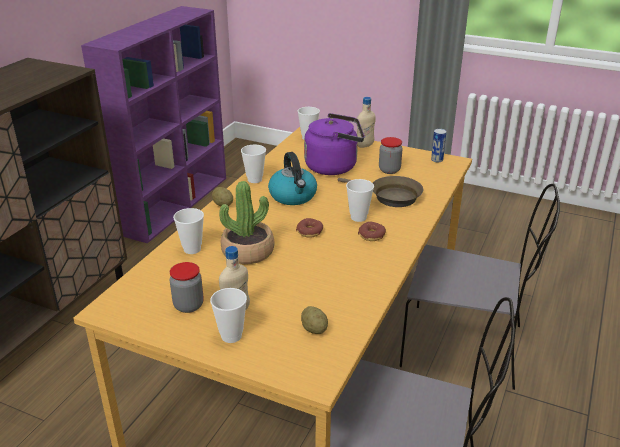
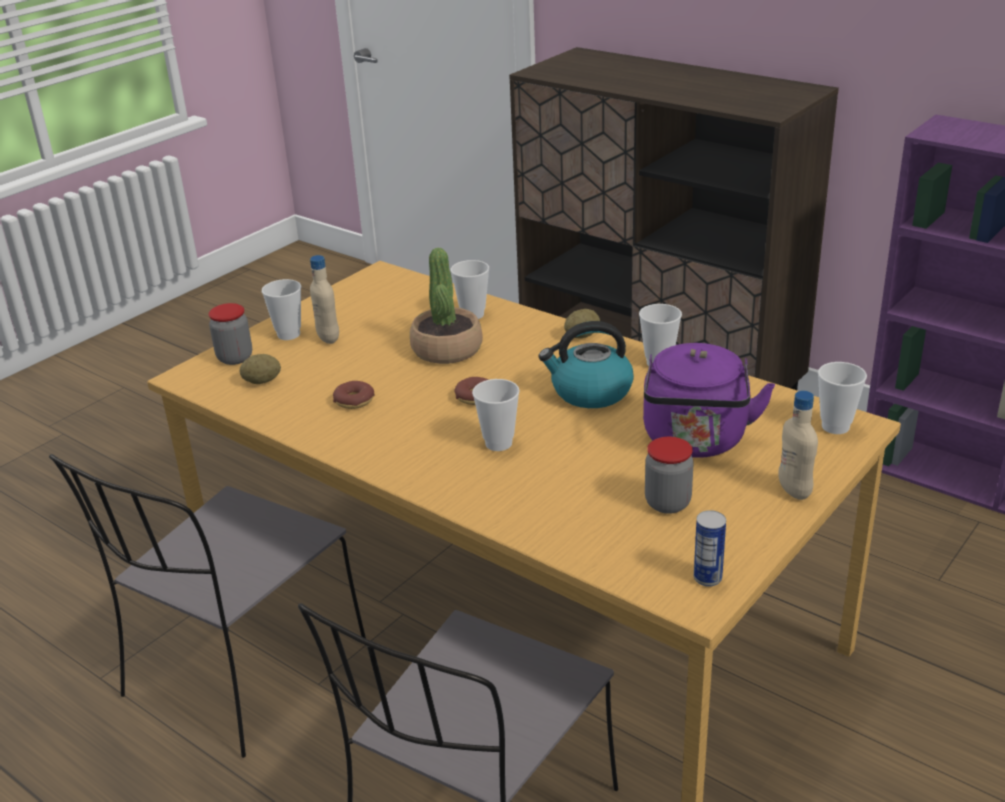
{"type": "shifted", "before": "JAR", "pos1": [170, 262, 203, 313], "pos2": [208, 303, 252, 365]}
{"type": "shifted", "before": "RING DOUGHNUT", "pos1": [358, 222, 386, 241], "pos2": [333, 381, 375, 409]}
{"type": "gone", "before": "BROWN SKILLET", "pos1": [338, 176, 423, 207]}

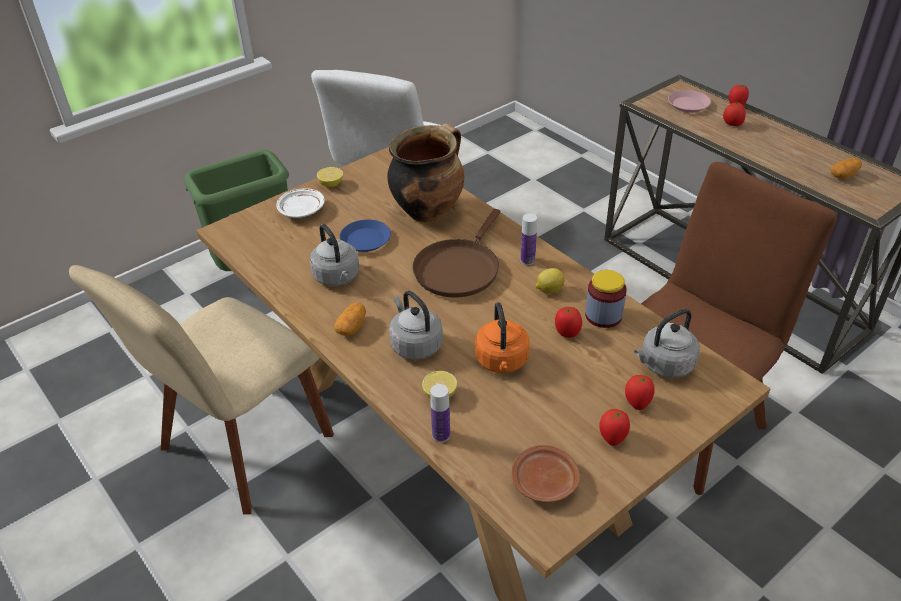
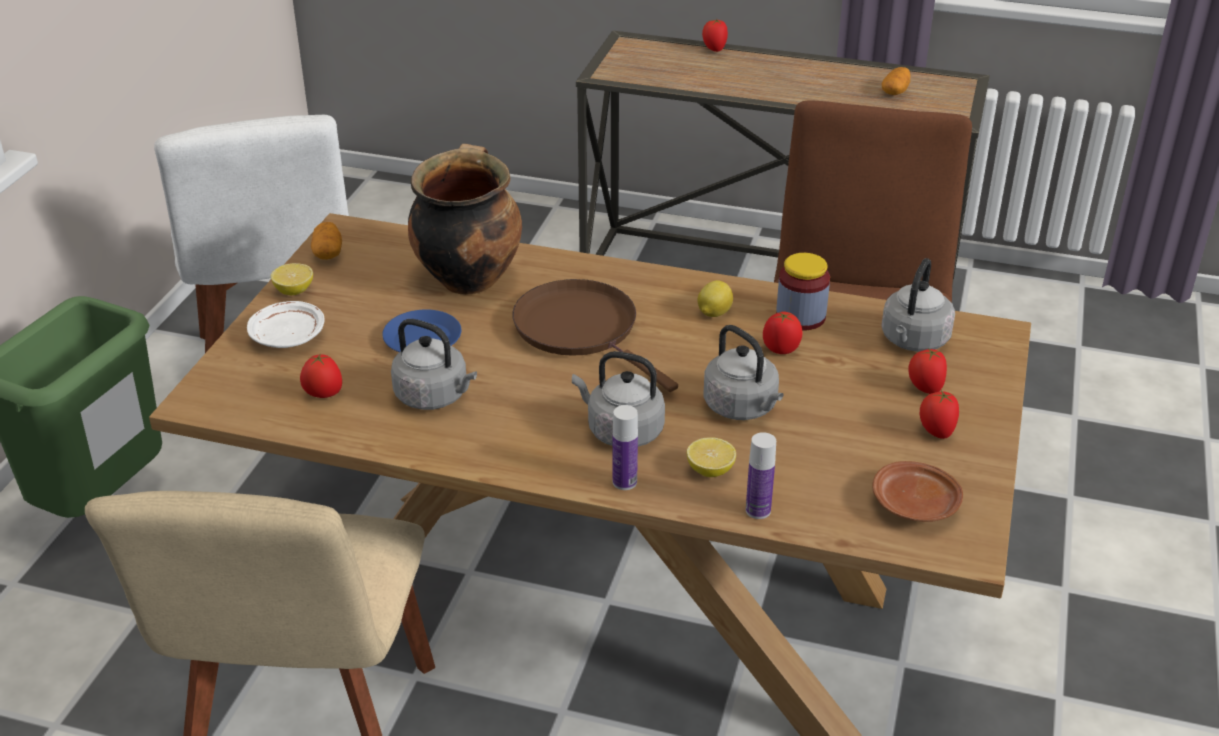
{"type": "shifted", "before": "FRESH TOMATO", "pos1": [723, 102, 746, 126], "pos2": [300, 353, 342, 398]}
{"type": "shifted", "before": "WHOLE POTATO", "pos1": [334, 302, 366, 336], "pos2": [311, 222, 342, 260]}
{"type": "rotated", "before": "BROWN SKILLET", "pos1": [413, 209, 501, 297], "pos2": [512, 279, 678, 392], "turn": 150}
{"type": "shifted", "before": "BEVERAGE BOTTLE", "pos1": [520, 213, 537, 265], "pos2": [613, 405, 638, 490]}
{"type": "repainted", "before": "ORANGE-COLOURED WATER KETTLE", "after": "GREY WATER KETTLE", "pos1": [475, 302, 530, 373], "pos2": [703, 325, 783, 420]}
{"type": "gone", "before": "PINK DINNER PLATE", "pos1": [668, 90, 711, 112]}

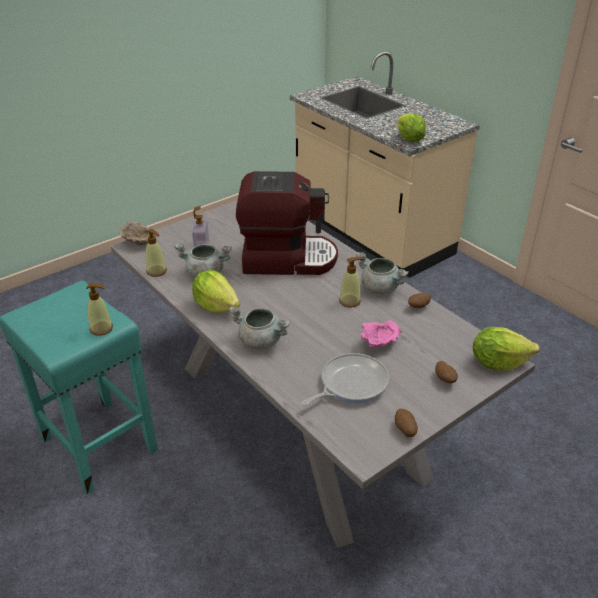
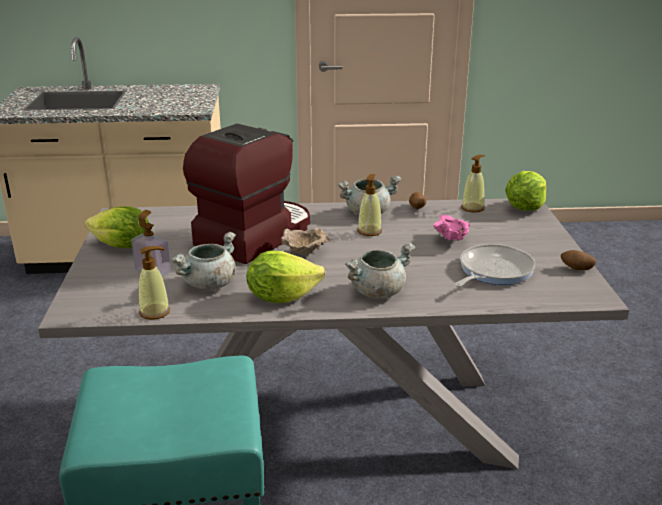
{"type": "shifted", "before": "LETTUCE HEAD", "pos1": [398, 113, 426, 142], "pos2": [85, 206, 149, 248]}
{"type": "shifted", "before": "BEIGE-COLOURED SERVING BOWL", "pos1": [120, 221, 155, 245], "pos2": [281, 228, 330, 255]}
{"type": "rotated", "before": "SKILLET", "pos1": [301, 353, 389, 406], "pos2": [454, 244, 536, 287], "turn": 45}
{"type": "shifted", "before": "SOAP BOTTLE", "pos1": [86, 283, 113, 336], "pos2": [461, 154, 485, 213]}
{"type": "gone", "before": "WHOLE POTATO", "pos1": [435, 361, 458, 383]}

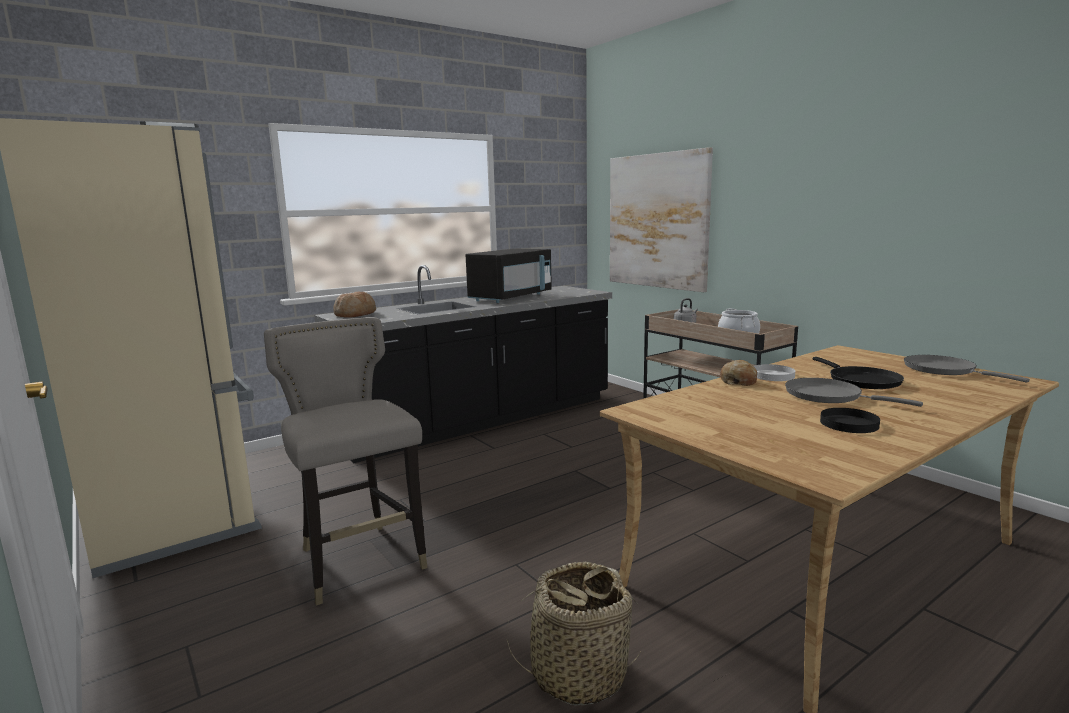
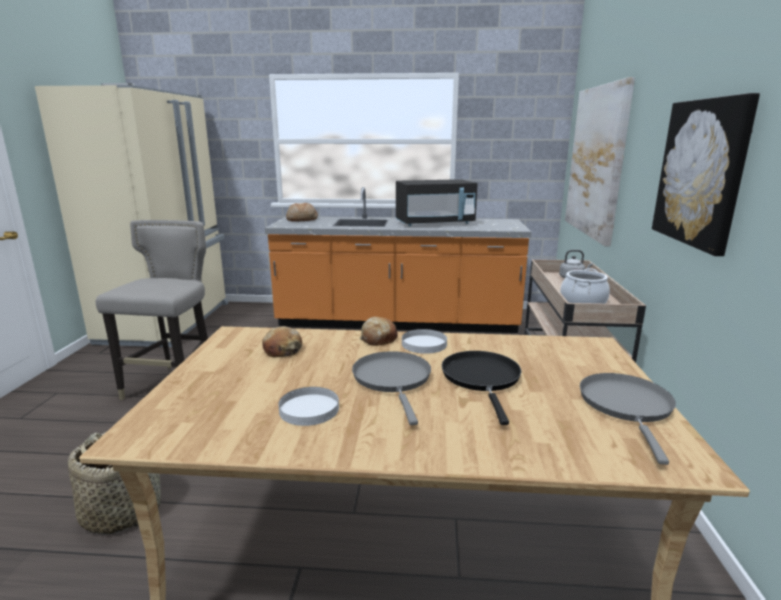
{"type": "new", "after": "BAKERY BREAD", "pos2": [262, 326, 302, 357]}
{"type": "repainted", "before": "BLACKISH KITCHEN COUNTER", "after": "ORANGE-COLOURED KITCHEN COUNTER", "pos1": [314, 265, 612, 463], "pos2": [265, 187, 532, 333]}
{"type": "repainted", "before": "BLACKISH DINNER PLATE", "after": "WHITE DINNER PLATE", "pos1": [820, 408, 880, 433], "pos2": [278, 387, 339, 426]}
{"type": "rotated", "before": "BLACKISH SKILLET", "pos1": [813, 357, 904, 389], "pos2": [442, 351, 521, 425], "turn": 150}
{"type": "new", "after": "WALL ART", "pos2": [652, 93, 760, 256]}

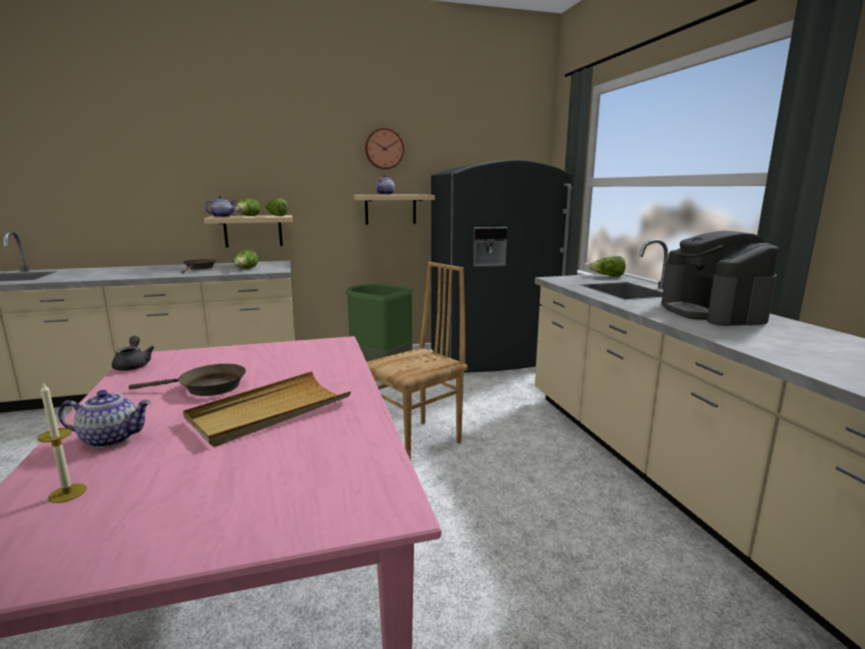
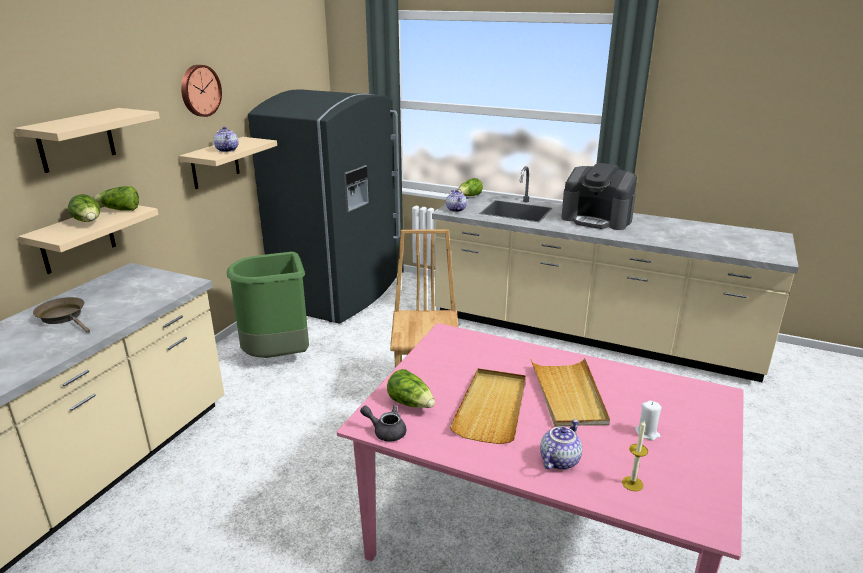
{"type": "new", "after": "BEIGE-COLOURED WALL SHELF", "pos2": [15, 108, 160, 173]}
{"type": "shifted", "before": "LETTUCE HEAD", "pos1": [233, 250, 258, 269], "pos2": [387, 369, 435, 408]}
{"type": "shifted", "before": "TEAPOT", "pos1": [205, 196, 236, 217], "pos2": [446, 190, 467, 212]}
{"type": "swapped", "before": "BROWN SKILLET", "after": "BEIGE-COLOURED CARRYING TRAY", "pos1": [129, 364, 246, 396], "pos2": [450, 368, 526, 444]}
{"type": "new", "after": "WHITE WAX CANDLE", "pos2": [635, 401, 662, 441]}

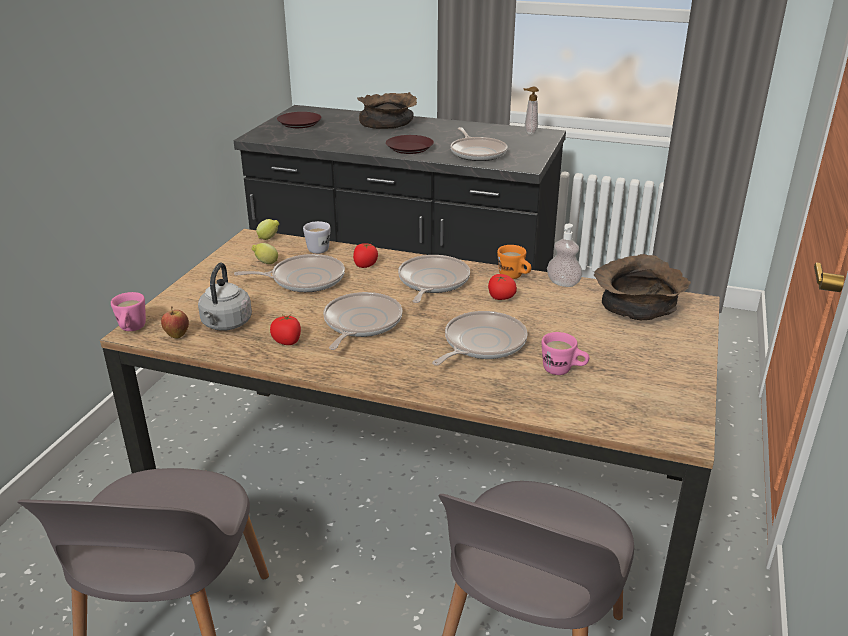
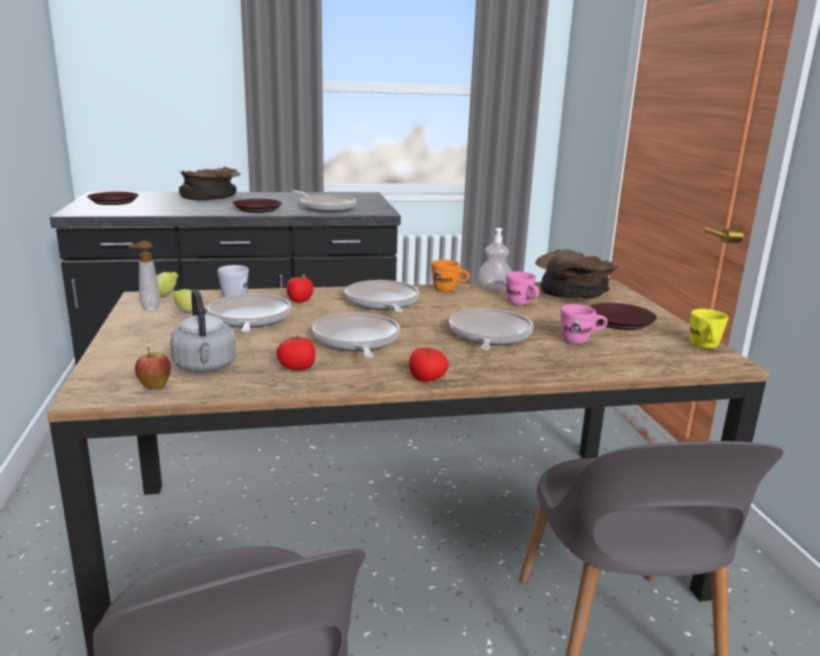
{"type": "shifted", "before": "SOAP BOTTLE", "pos1": [524, 86, 539, 135], "pos2": [128, 241, 161, 312]}
{"type": "rotated", "before": "SKILLET", "pos1": [234, 254, 345, 292], "pos2": [208, 293, 291, 333], "turn": -60}
{"type": "shifted", "before": "FRESH TOMATO", "pos1": [488, 274, 517, 300], "pos2": [409, 347, 449, 382]}
{"type": "shifted", "before": "PINK TEA MUG", "pos1": [111, 292, 146, 331], "pos2": [506, 272, 540, 305]}
{"type": "new", "after": "BROWN DINNER PLATE", "pos2": [589, 303, 657, 330]}
{"type": "new", "after": "YELLOWISH TEA MUG", "pos2": [690, 309, 728, 349]}

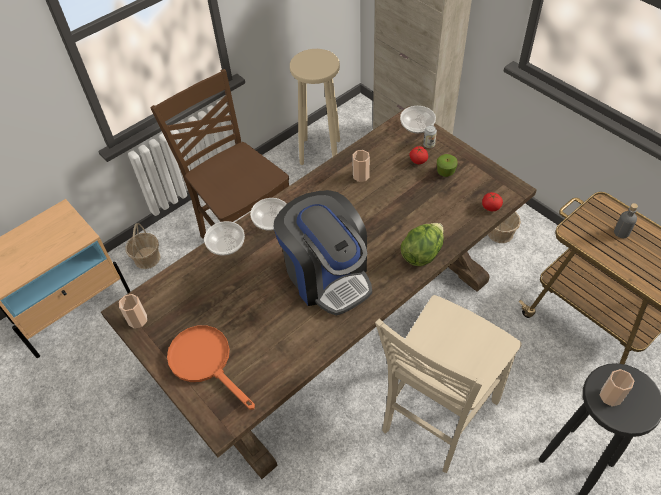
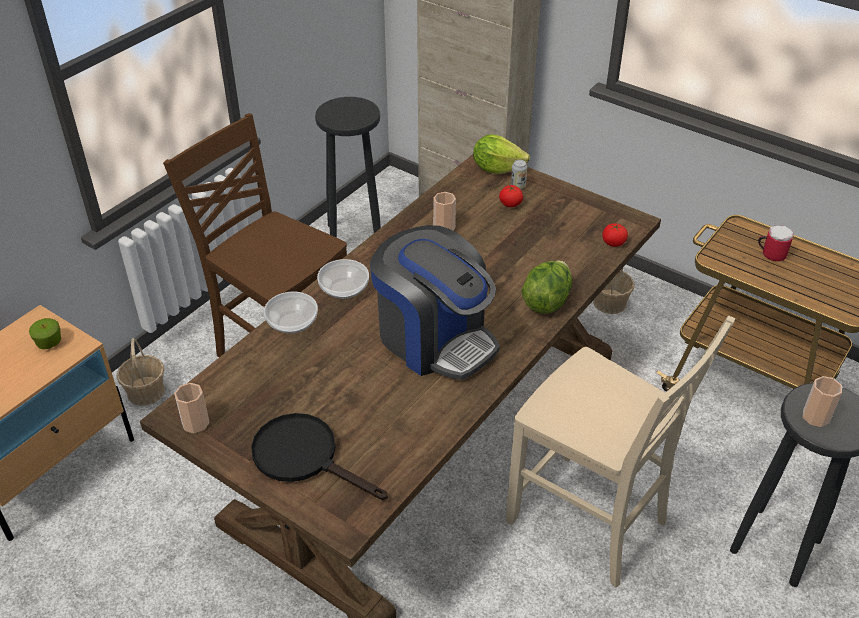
{"type": "shifted", "before": "WHOLE APPLE", "pos1": [437, 154, 458, 177], "pos2": [29, 318, 61, 350]}
{"type": "repainted", "before": "ORANGE-COLOURED SKILLET", "after": "BLACKISH SKILLET", "pos1": [167, 325, 255, 410], "pos2": [251, 413, 388, 500]}
{"type": "repainted", "before": "BEIGE-COLOURED STOOL", "after": "BLACKISH STOOL", "pos1": [290, 49, 340, 165], "pos2": [315, 97, 381, 238]}
{"type": "swapped", "before": "SERVING BOWL", "after": "LETTUCE HEAD", "pos1": [400, 106, 436, 133], "pos2": [473, 134, 530, 174]}
{"type": "rotated", "before": "BEIGE-COLOURED PLAIN CHAIR", "pos1": [375, 295, 522, 473], "pos2": [506, 316, 735, 587], "turn": -75}
{"type": "swapped", "before": "GREY BEVERAGE BOTTLE", "after": "TEA MUG", "pos1": [614, 203, 638, 238], "pos2": [758, 225, 794, 261]}

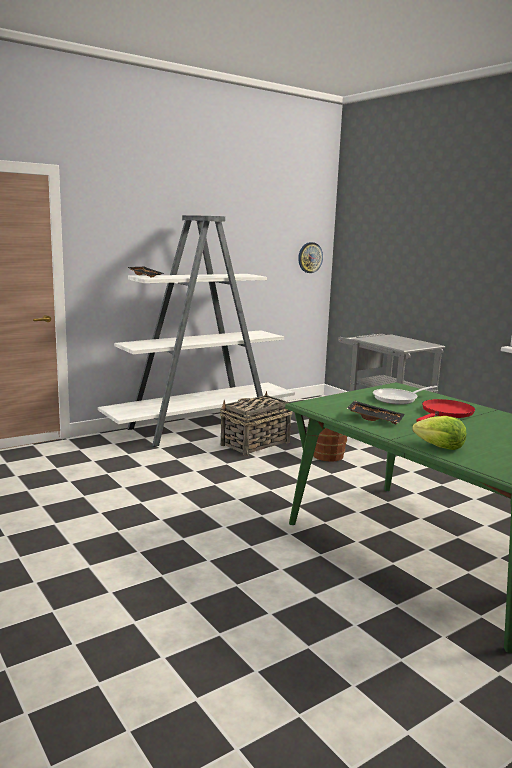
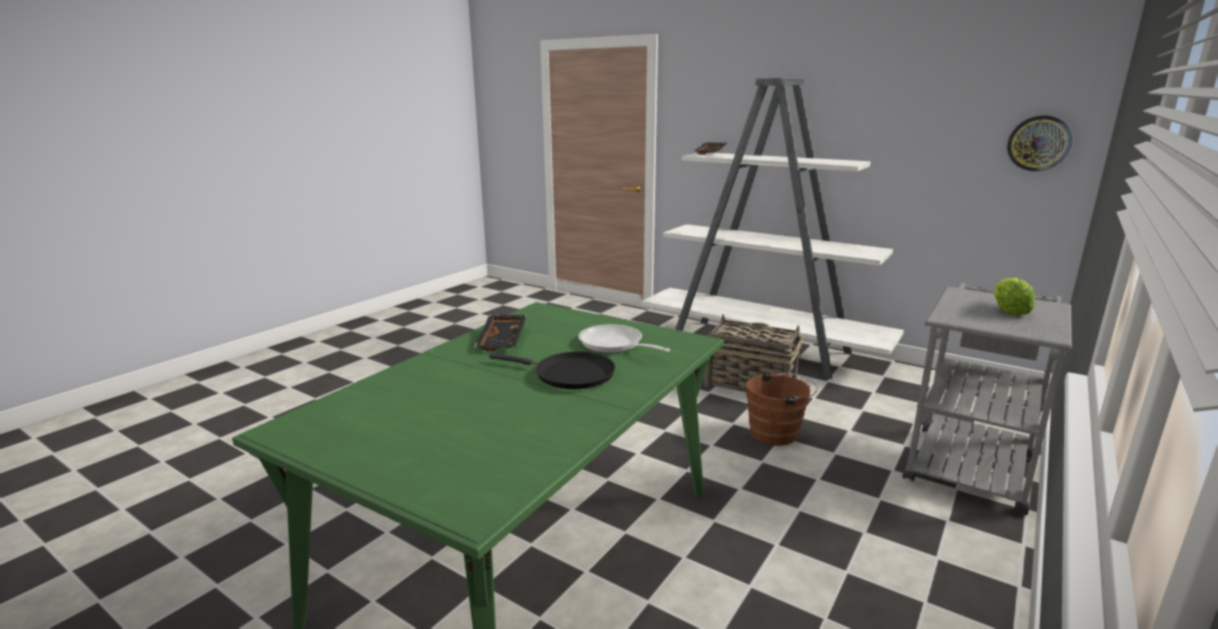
{"type": "repainted", "before": "REDDISH SKILLET", "after": "BLACKISH SKILLET", "pos1": [416, 399, 475, 422], "pos2": [489, 352, 615, 389]}
{"type": "shifted", "before": "LETTUCE HEAD", "pos1": [412, 416, 466, 450], "pos2": [994, 278, 1035, 316]}

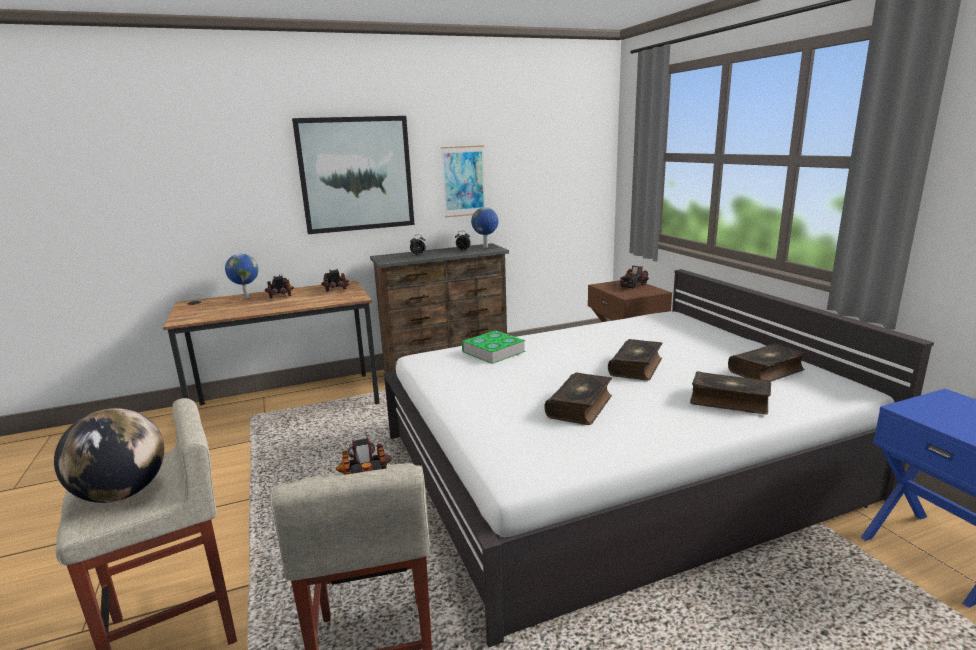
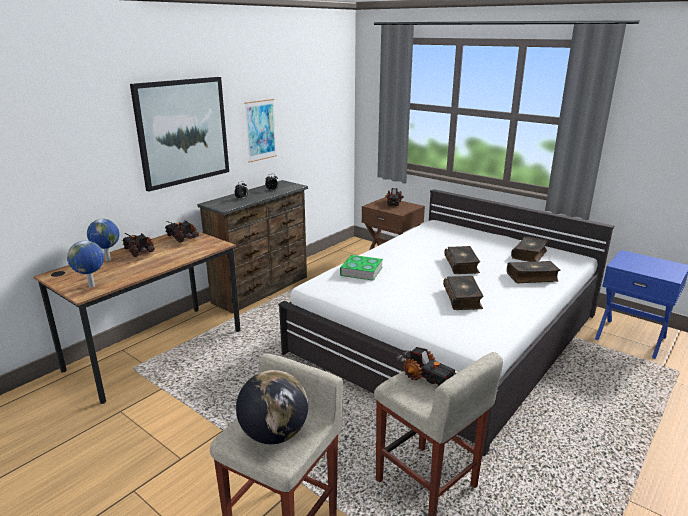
{"type": "shifted", "before": "WORLD GLOBE", "pos1": [471, 207, 498, 248], "pos2": [67, 241, 104, 288]}

